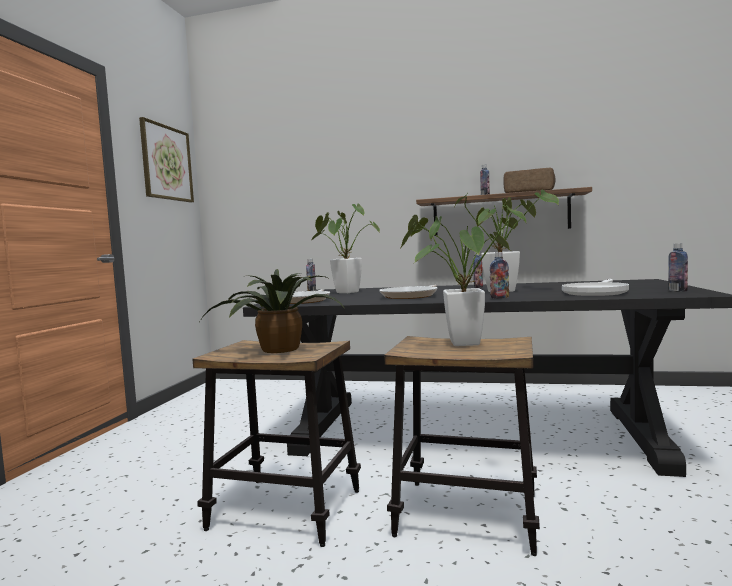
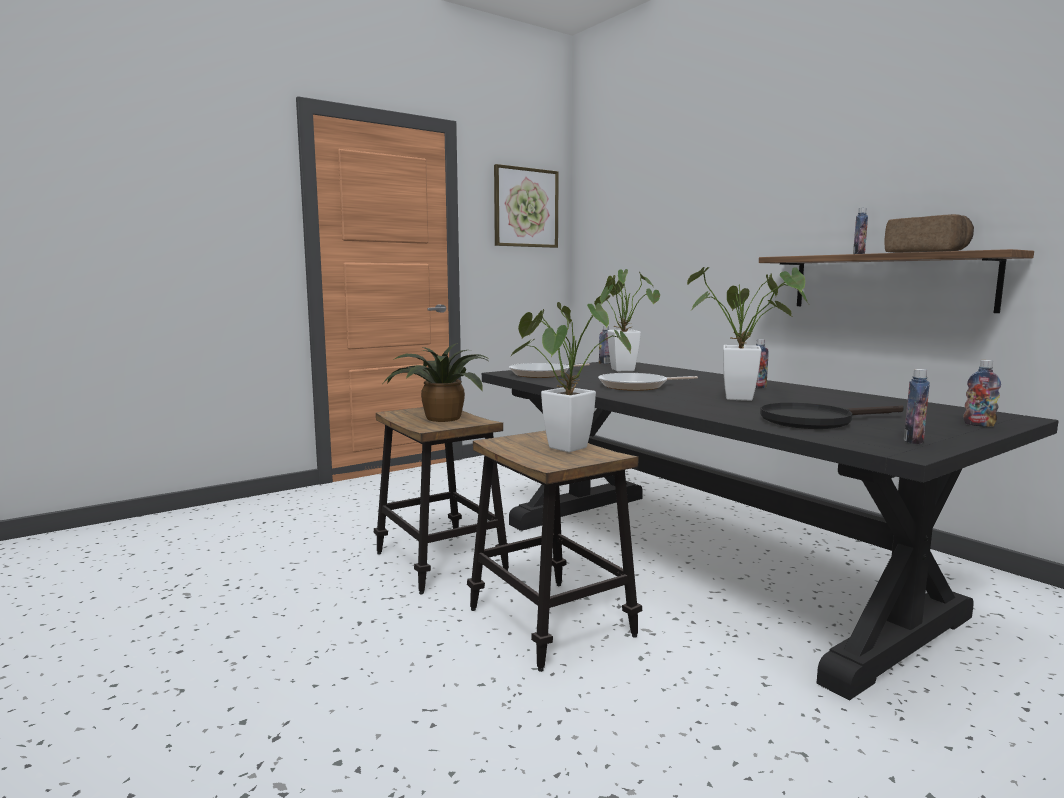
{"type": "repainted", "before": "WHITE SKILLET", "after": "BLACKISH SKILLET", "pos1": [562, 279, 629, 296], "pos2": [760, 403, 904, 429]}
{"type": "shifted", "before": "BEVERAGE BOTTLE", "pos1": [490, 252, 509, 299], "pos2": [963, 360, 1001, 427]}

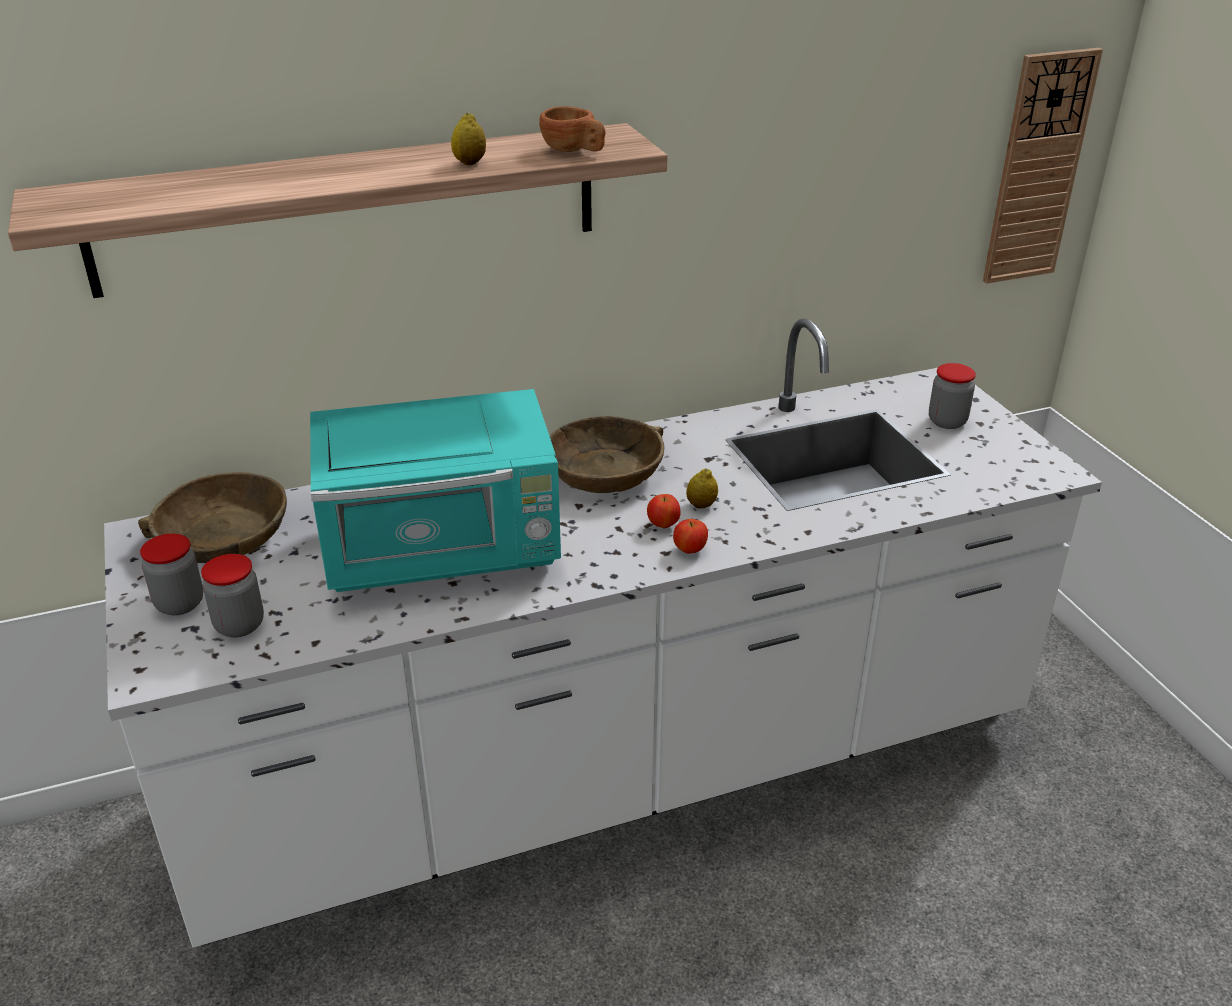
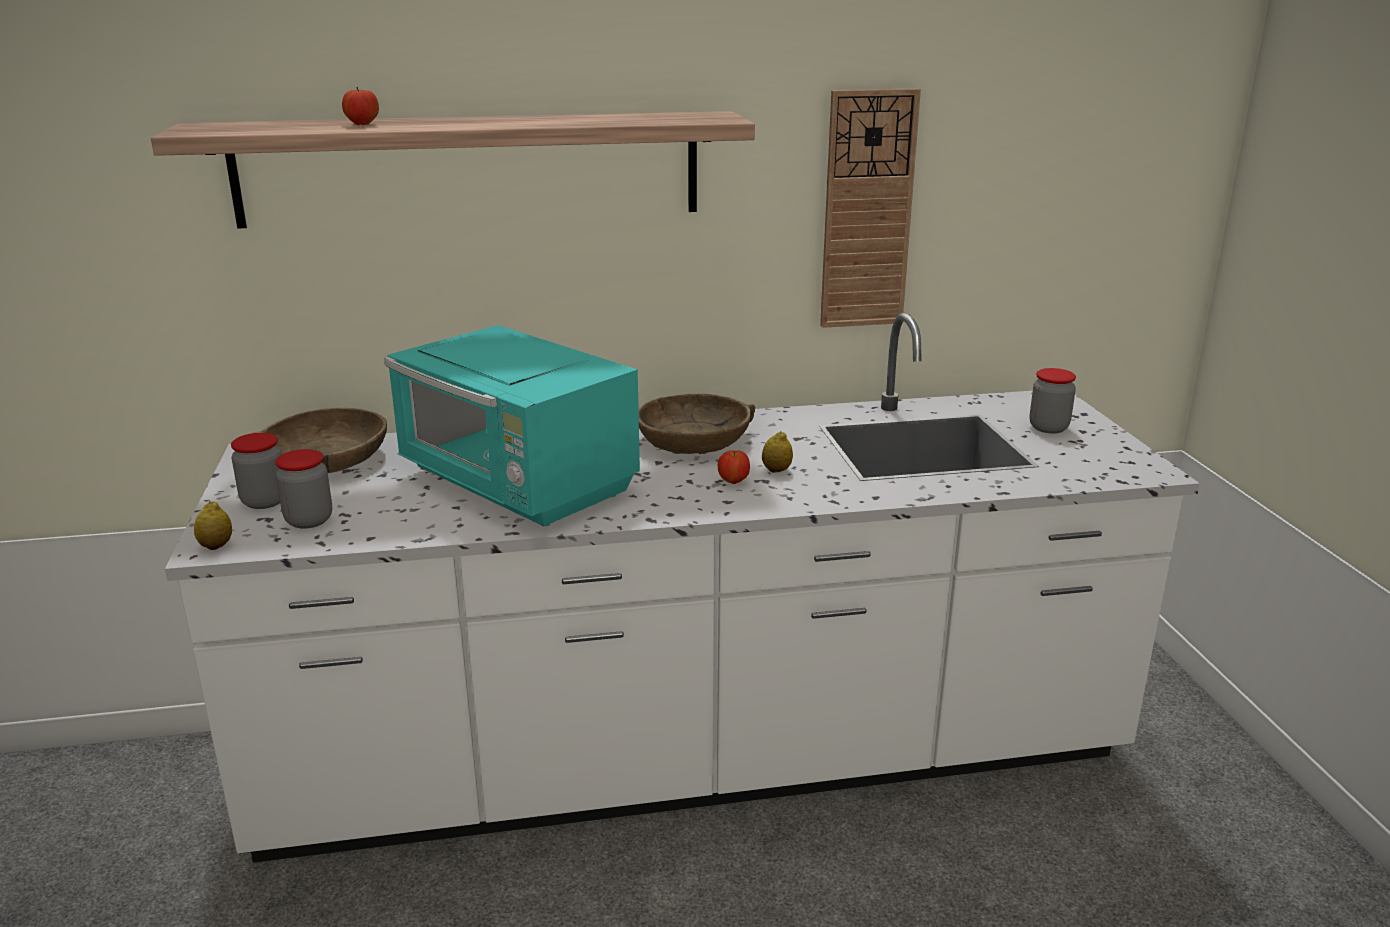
{"type": "shifted", "before": "LEMON", "pos1": [451, 113, 486, 165], "pos2": [194, 501, 232, 550]}
{"type": "shifted", "before": "WHOLE APPLE", "pos1": [673, 519, 708, 554], "pos2": [342, 87, 379, 125]}
{"type": "rotated", "before": "TURQUOISE-COLOURED KITCHEN MICROWAVE", "pos1": [310, 389, 561, 592], "pos2": [384, 325, 640, 526], "turn": 45}
{"type": "shifted", "before": "CLOCK ON THE WALL", "pos1": [983, 48, 1103, 284], "pos2": [820, 88, 921, 328]}
{"type": "gone", "before": "BROWN CUP", "pos1": [539, 106, 606, 152]}

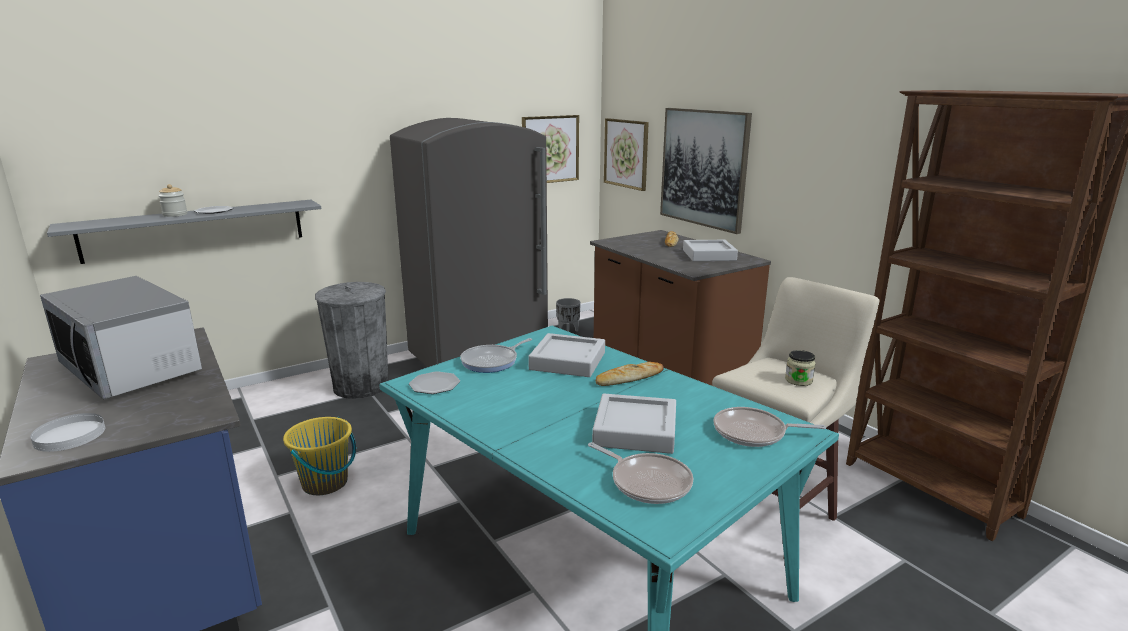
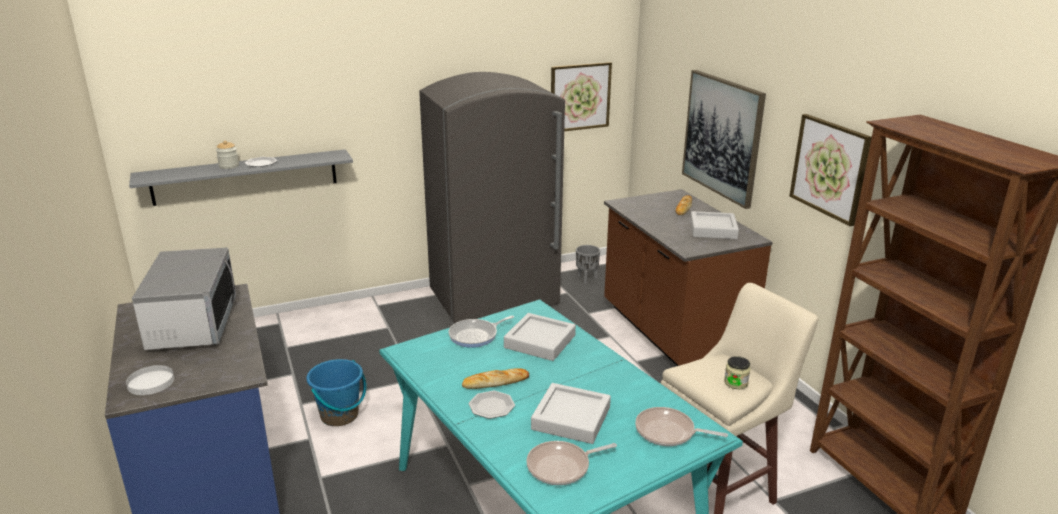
{"type": "rotated", "before": "KITCHEN MICROWAVE", "pos1": [40, 276, 202, 399], "pos2": [132, 248, 236, 350], "turn": -150}
{"type": "repainted", "before": "YELLOWISH PAIL", "after": "BLUE-COLOURED PAIL", "pos1": [283, 417, 356, 495], "pos2": [306, 359, 366, 426]}
{"type": "shifted", "before": "BAKERY BREAD", "pos1": [596, 362, 663, 386], "pos2": [462, 368, 529, 389]}
{"type": "shifted", "before": "DINNER PLATE", "pos1": [409, 371, 460, 394], "pos2": [469, 391, 515, 419]}
{"type": "rotated", "before": "SKILLET", "pos1": [588, 442, 693, 504], "pos2": [527, 441, 617, 485], "turn": 105}
{"type": "shifted", "before": "WALL ART", "pos1": [604, 118, 649, 191], "pos2": [789, 114, 872, 226]}
{"type": "gone", "before": "GREY TRASH CAN", "pos1": [315, 282, 389, 399]}

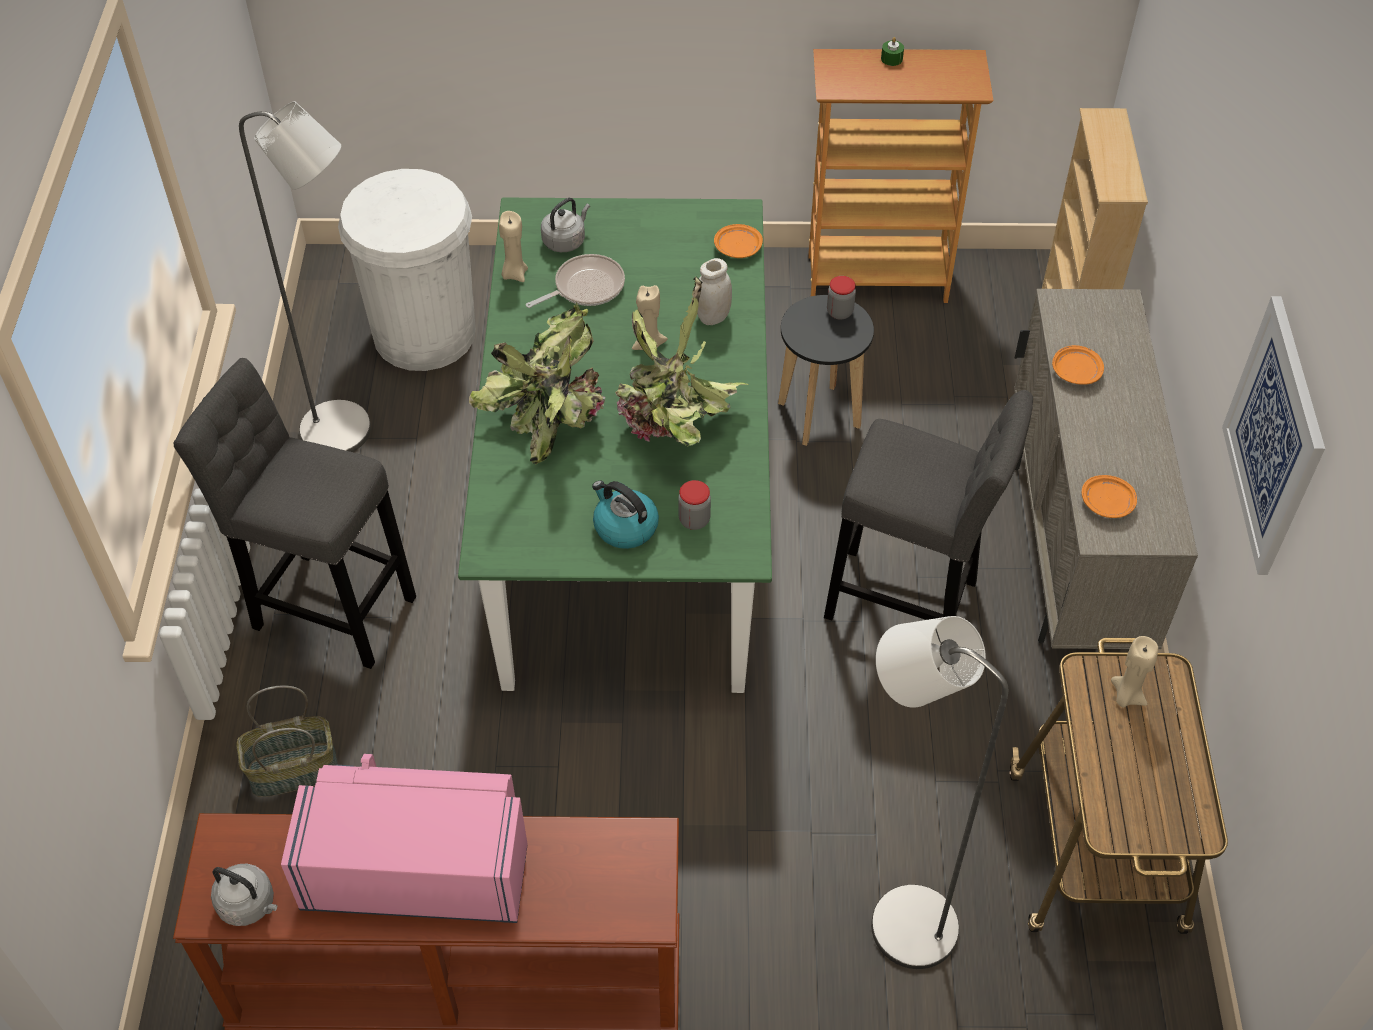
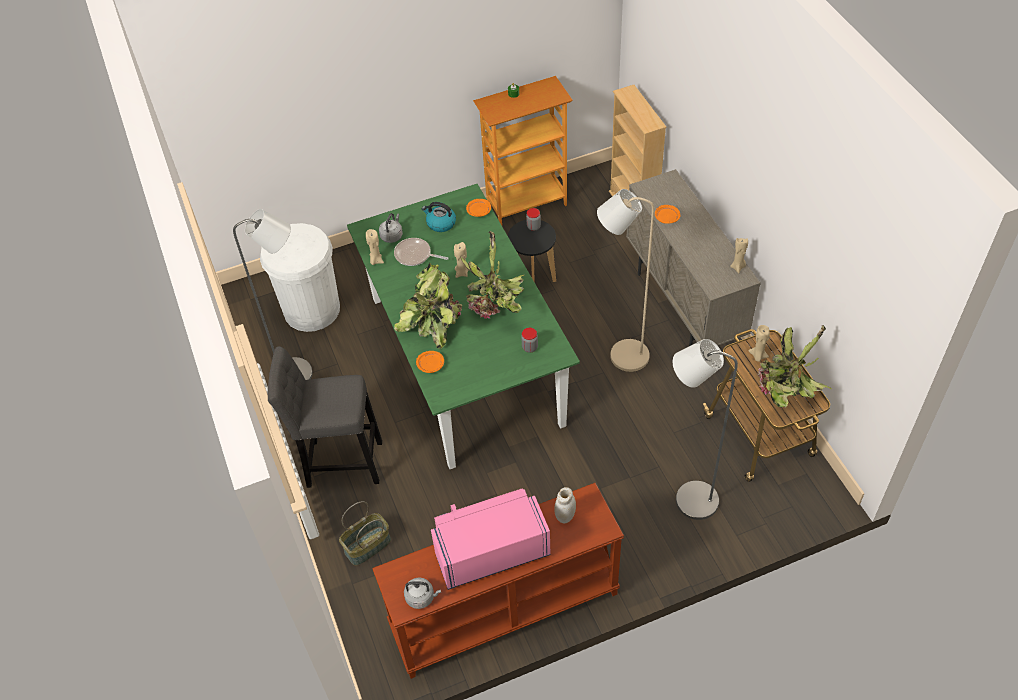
{"type": "rotated", "before": "SKILLET", "pos1": [526, 254, 625, 308], "pos2": [394, 238, 449, 266], "turn": -105}
{"type": "shifted", "before": "ORANGE-COLOURED DINNER PLATE", "pos1": [1082, 475, 1137, 518], "pos2": [416, 351, 444, 373]}
{"type": "shifted", "before": "WATER KETTLE", "pos1": [592, 480, 659, 549], "pos2": [422, 202, 456, 232]}
{"type": "shifted", "before": "WHITE JAR", "pos1": [697, 258, 732, 325], "pos2": [554, 487, 576, 523]}
{"type": "swapped", "before": "GREY STOOL", "after": "BEIGE-COLOURED STANDING LAMP", "pos1": [824, 390, 1033, 620], "pos2": [597, 189, 654, 372]}
{"type": "new", "after": "BEIGE-COLOURED WAX CANDLE", "pos2": [730, 238, 748, 273]}
{"type": "new", "after": "POTTED PLANT", "pos2": [757, 325, 832, 407]}
{"type": "gone", "before": "WALL ART", "pos1": [1222, 296, 1325, 575]}

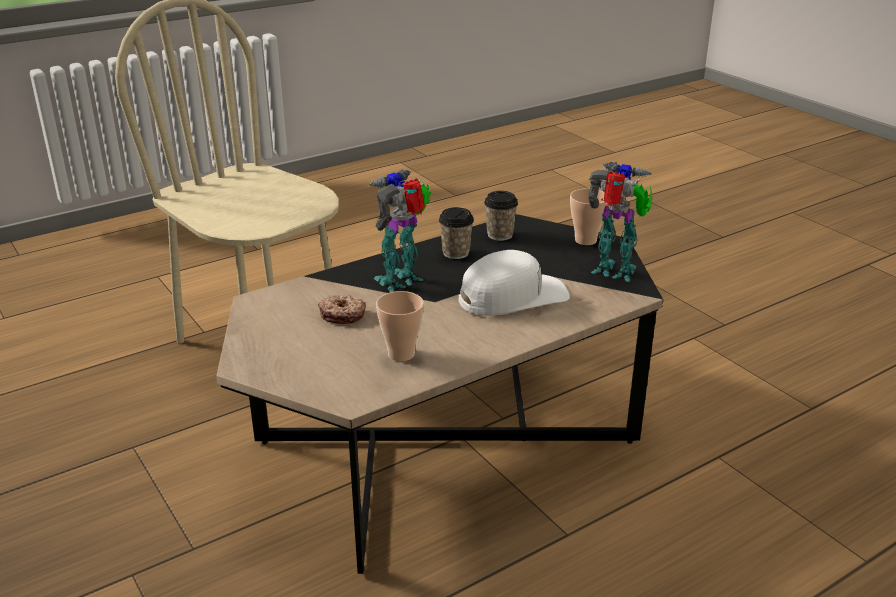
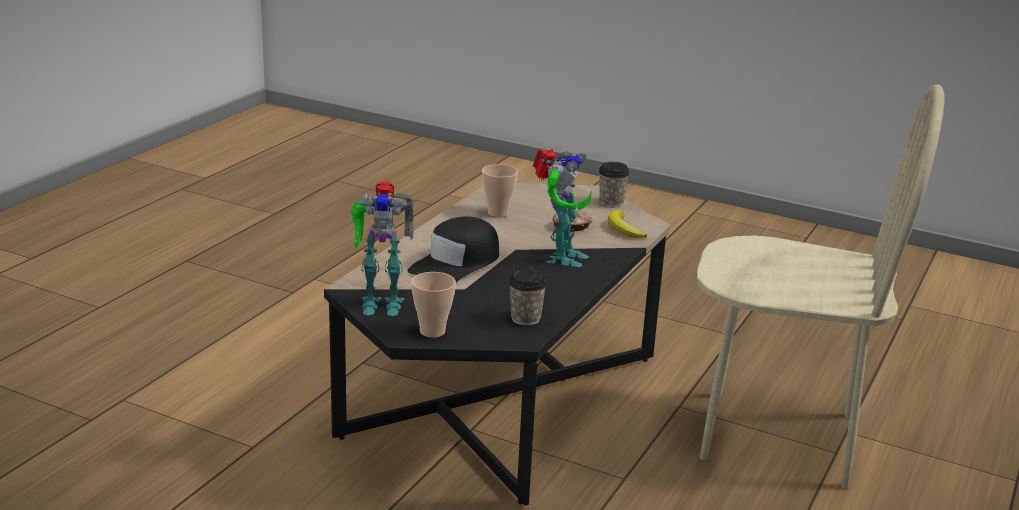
{"type": "repainted", "before": "WHITE PEAKED CAP", "after": "BLACKISH PEAKED CAP", "pos1": [458, 250, 570, 316], "pos2": [407, 217, 499, 283]}
{"type": "shifted", "before": "CUP", "pos1": [439, 207, 474, 259], "pos2": [598, 162, 630, 207]}
{"type": "new", "after": "BANANA", "pos2": [608, 210, 647, 238]}

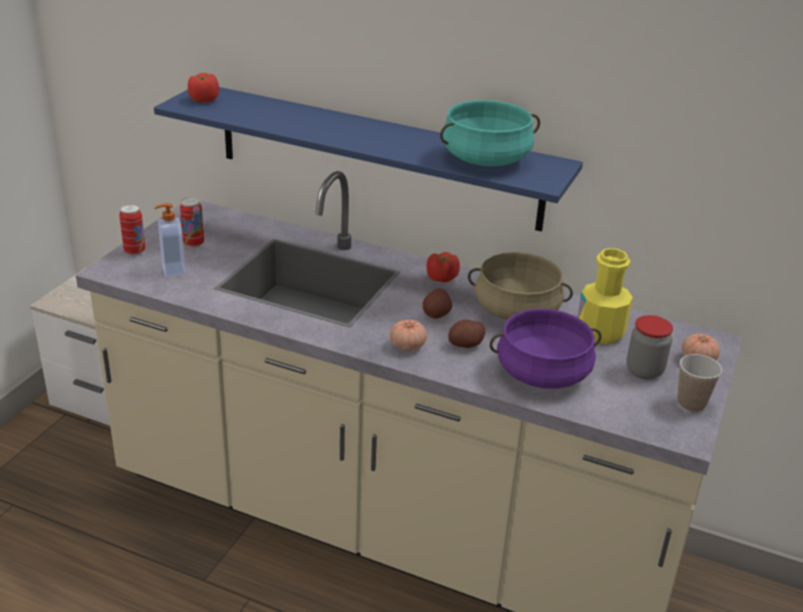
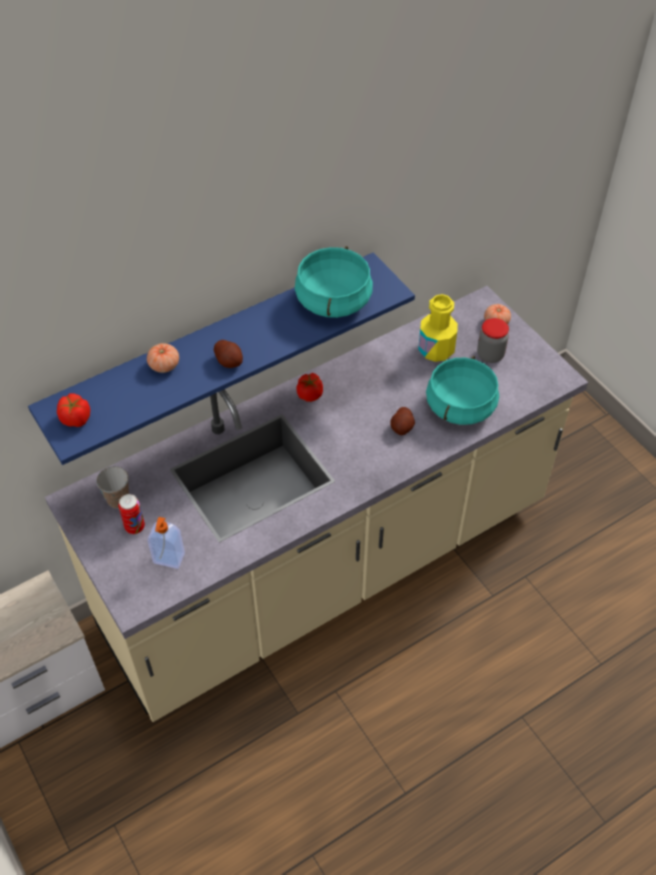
{"type": "shifted", "before": "CUP", "pos1": [677, 354, 722, 412], "pos2": [96, 466, 129, 509]}
{"type": "shifted", "before": "FRESH TOMATO", "pos1": [390, 319, 427, 351], "pos2": [147, 343, 179, 373]}
{"type": "shifted", "before": "WHOLE POTATO", "pos1": [423, 288, 453, 318], "pos2": [214, 340, 243, 368]}
{"type": "repainted", "before": "PURPLE-COLOURED SAUCEPOT", "after": "TURQUOISE-COLOURED SAUCEPOT", "pos1": [489, 309, 602, 389], "pos2": [426, 356, 499, 425]}
{"type": "gone", "before": "CAN", "pos1": [119, 204, 146, 256]}
{"type": "gone", "before": "BEIGE-COLOURED SAUCEPOT", "pos1": [468, 252, 573, 320]}

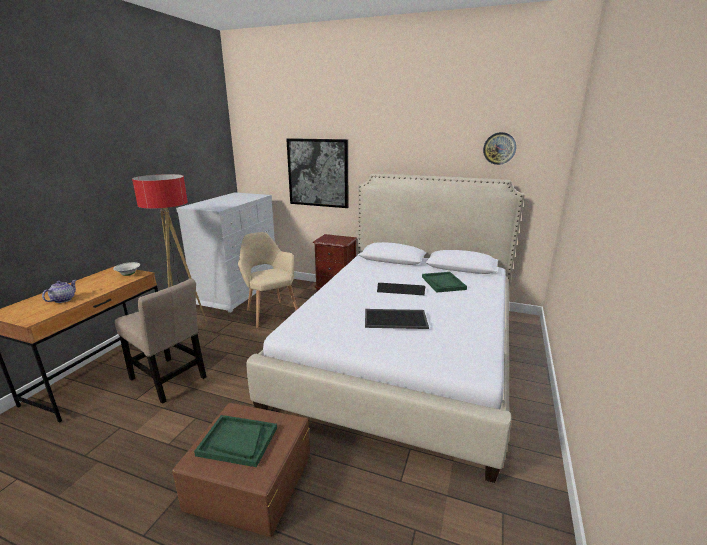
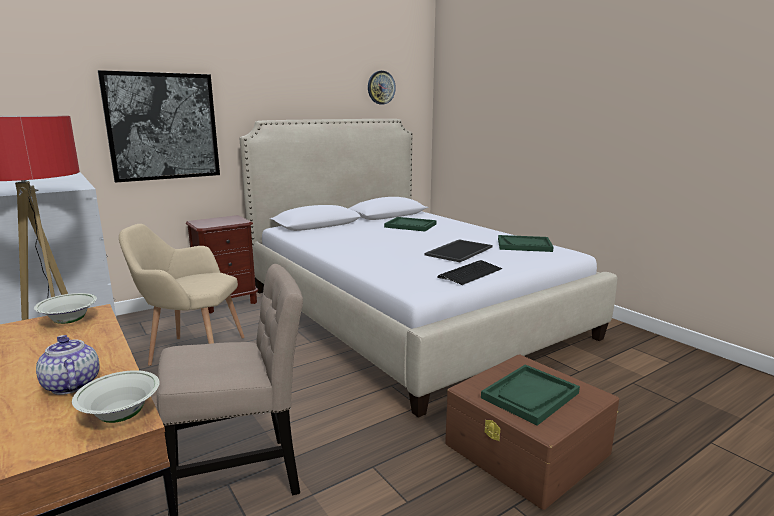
{"type": "new", "after": "WHITE SERVING BOWL", "pos2": [72, 370, 160, 423]}
{"type": "shifted", "before": "KEYBOARD", "pos1": [377, 283, 425, 295], "pos2": [437, 260, 502, 285]}
{"type": "new", "after": "GREEN CARRYING TRAY", "pos2": [498, 235, 553, 252]}

